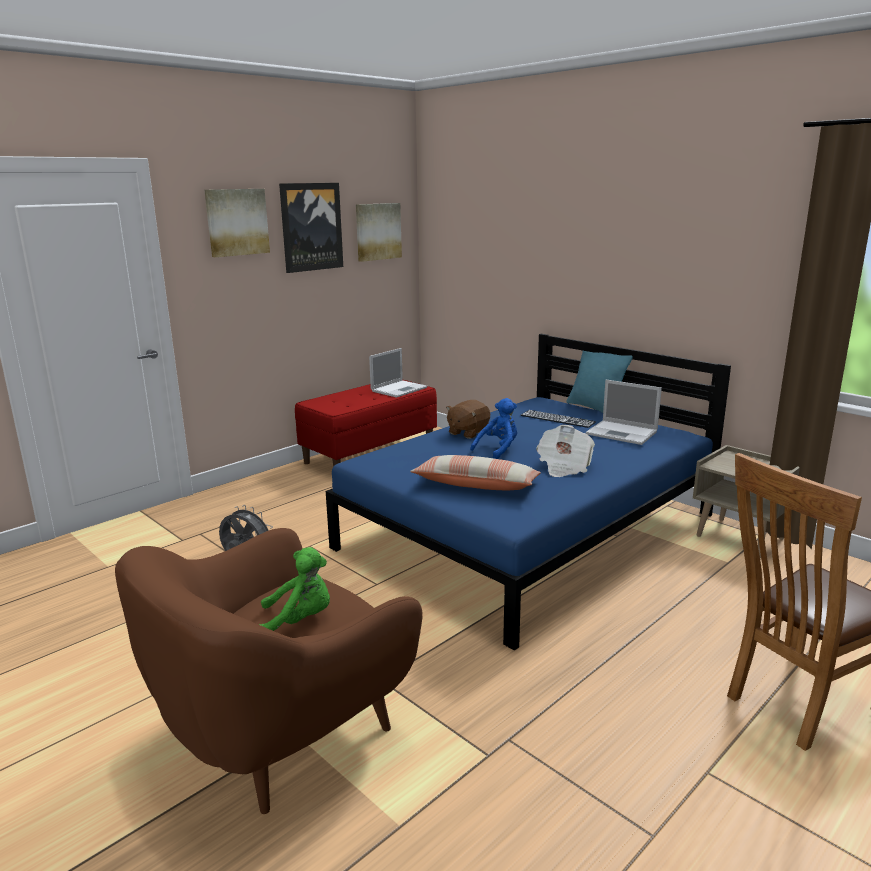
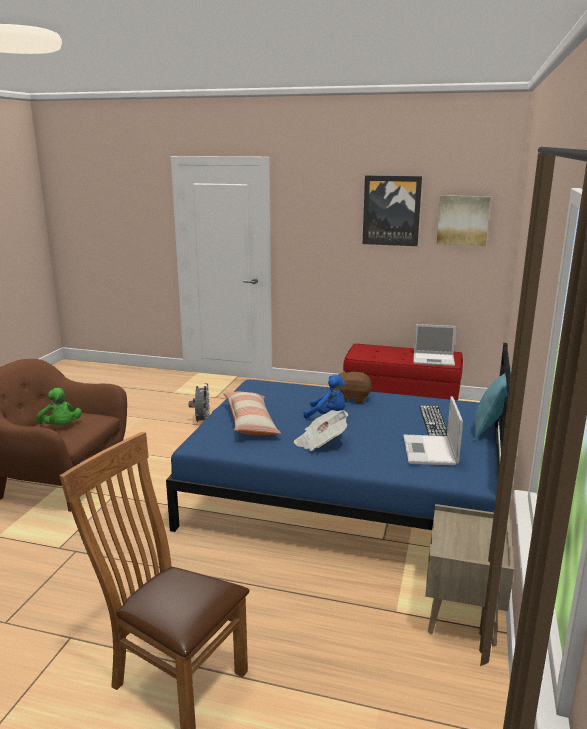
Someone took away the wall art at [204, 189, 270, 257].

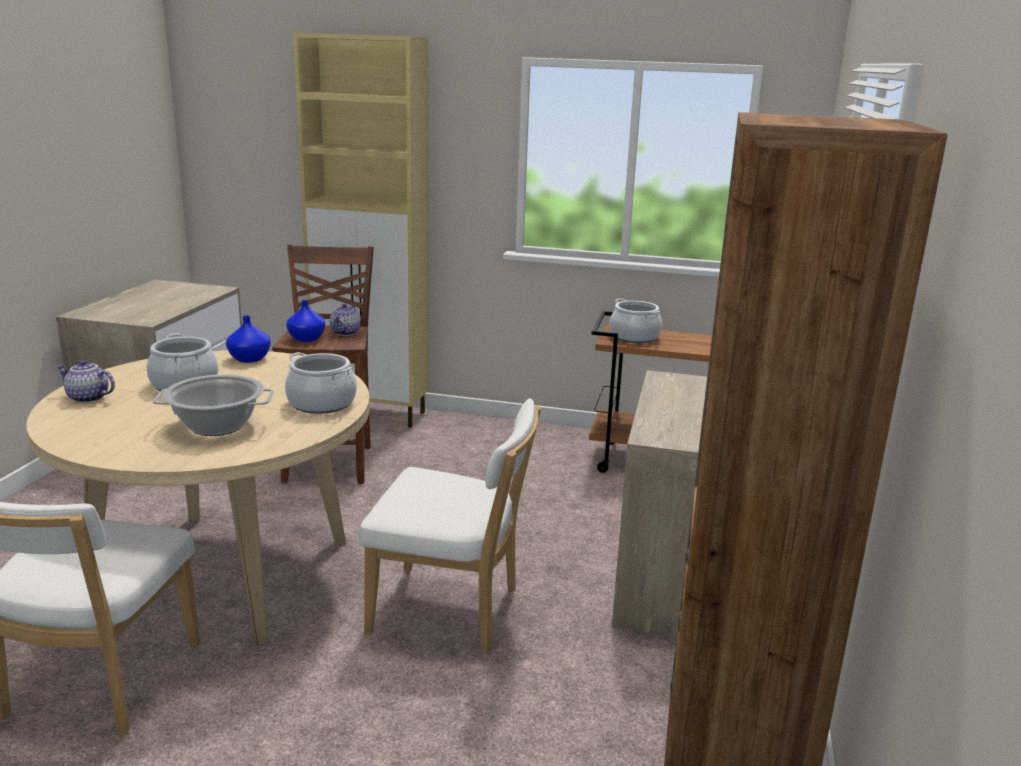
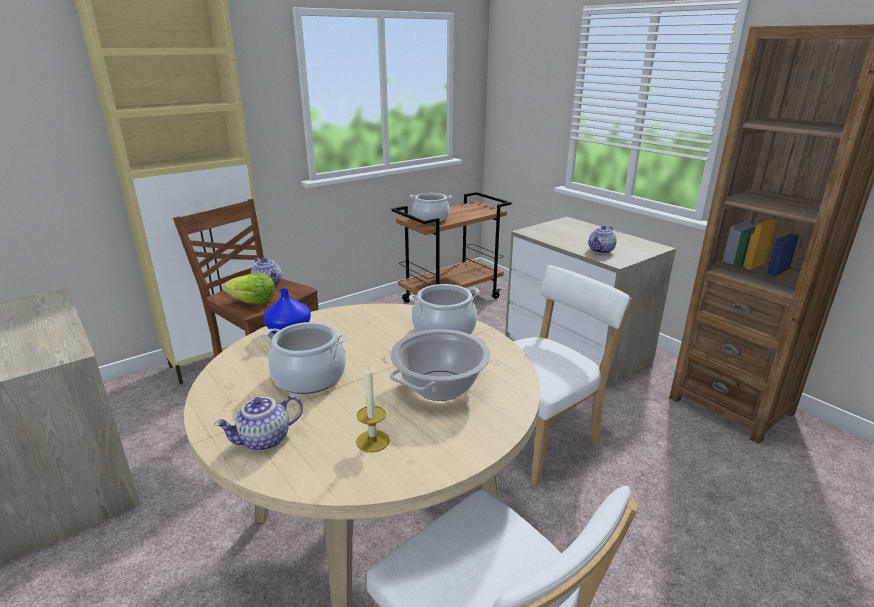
Someone swapped the bluish decorative vase at [286, 300, 325, 342] for the head of lettuce at [222, 273, 275, 305].
Someone put down the wax light at [356, 365, 390, 452].
Someone put down the pot for tea at [589, 225, 617, 254].

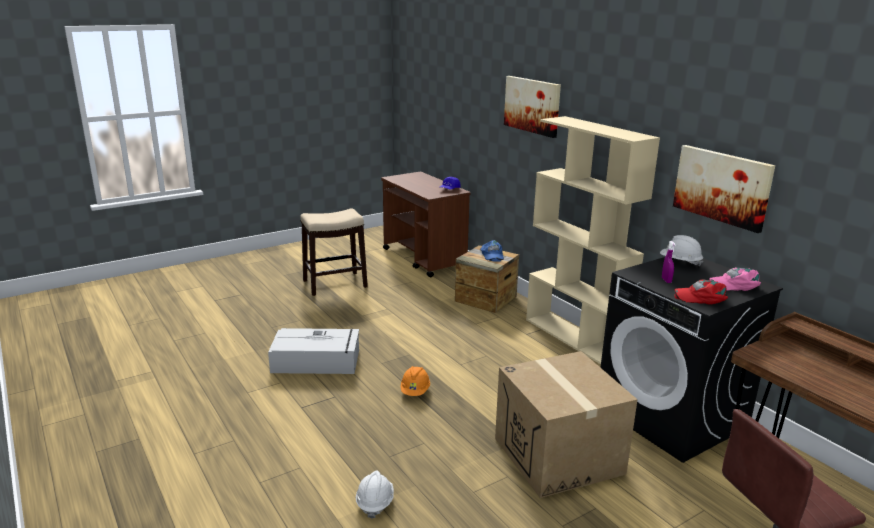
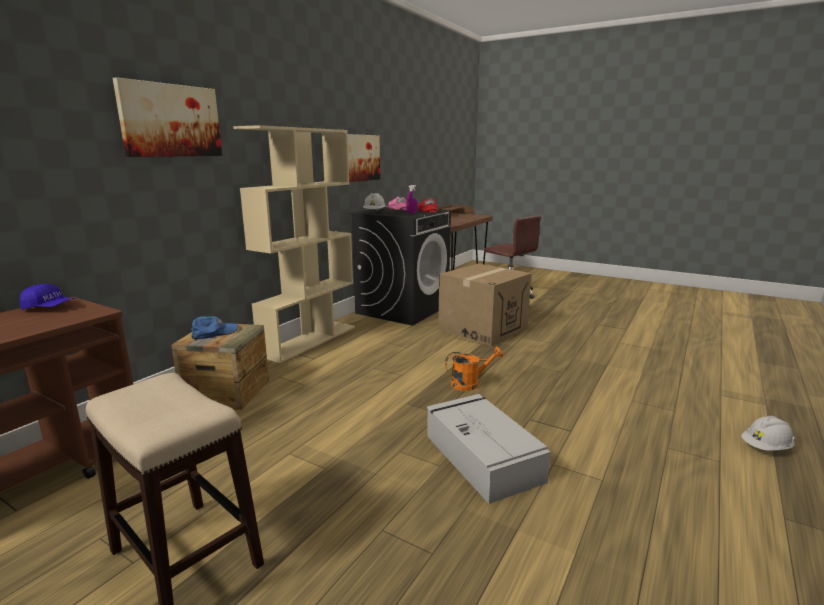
Someone carried the whitish safety helmet from [356, 470, 394, 519] to [741, 416, 795, 451].
Someone swapped the orange-coloured safety helmet at [401, 366, 430, 396] for the orange-coloured watering can at [445, 347, 503, 391].

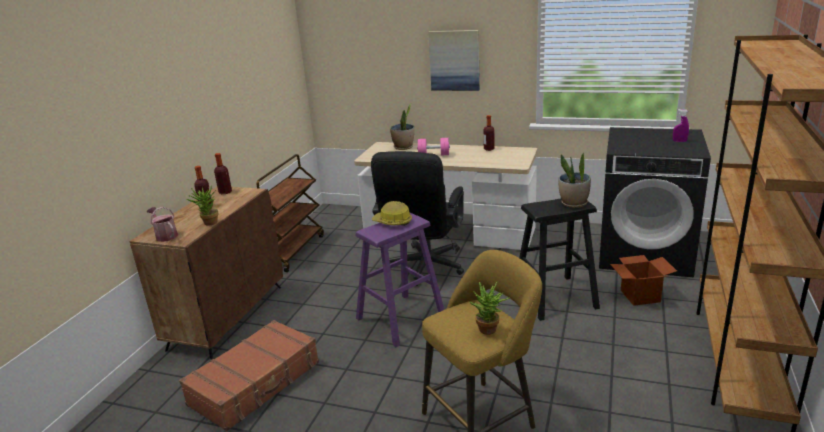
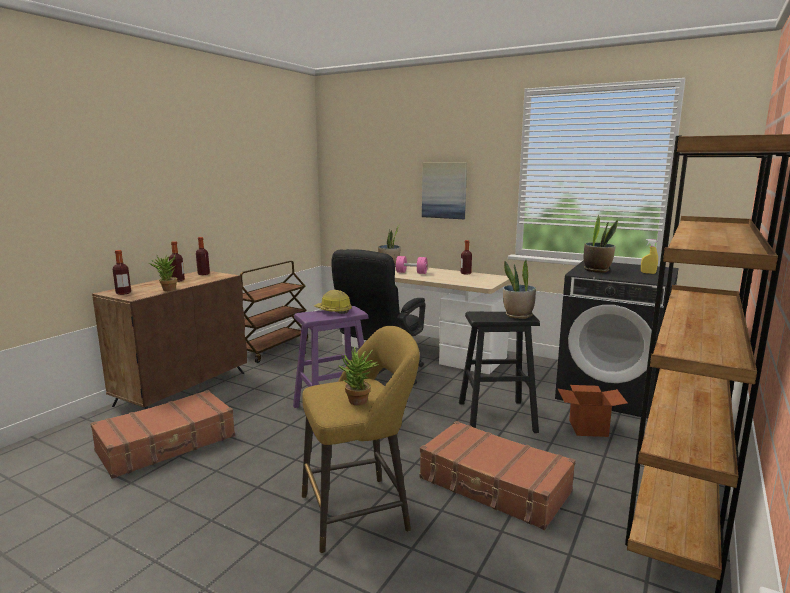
Someone swapped the watering can at [147, 207, 178, 242] for the bottle at [113, 250, 131, 295].
Someone repainted the purple-coloured hand sprayer at [673, 109, 689, 142], which became the yellowish hand sprayer at [641, 239, 658, 274].
Someone put down the brown-coloured piece of luggage at [419, 421, 575, 530].
Someone put down the plant in a pot at [584, 215, 618, 273].

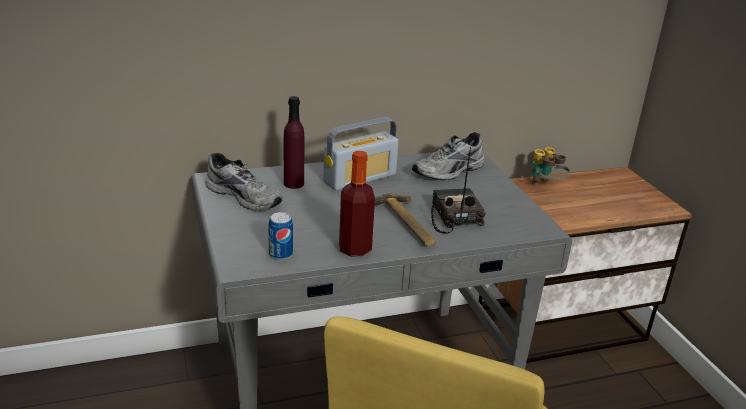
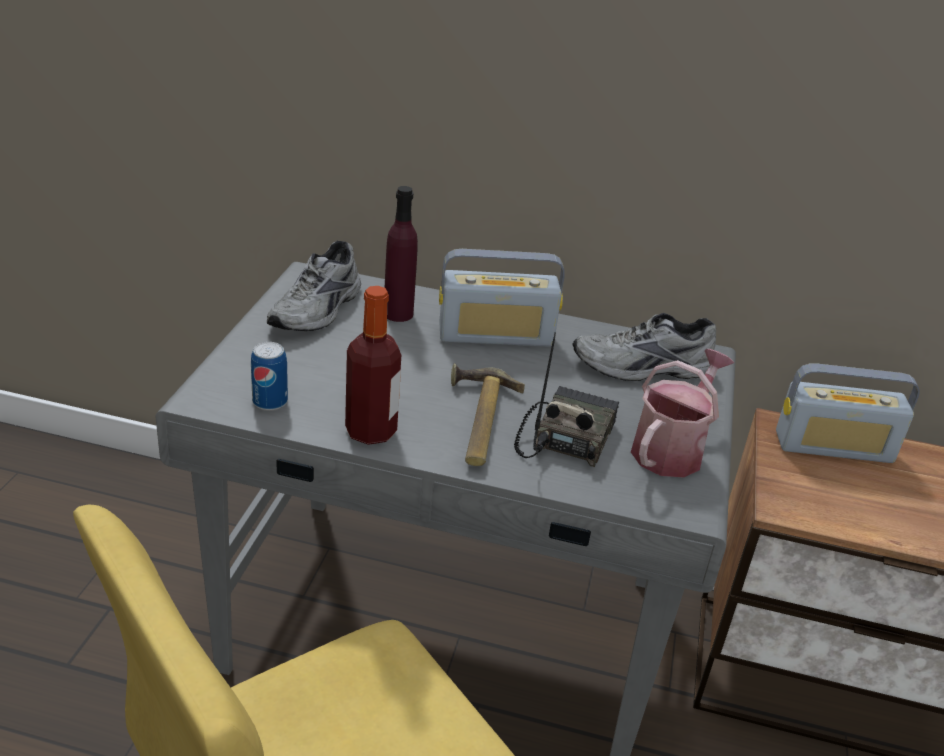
Someone rotated the greyish low shoe at [205, 153, 282, 211] by 45 degrees clockwise.
Someone swapped the field glasses at [532, 147, 570, 185] for the radio at [776, 363, 920, 463].
Someone put down the watering can at [631, 349, 734, 478].

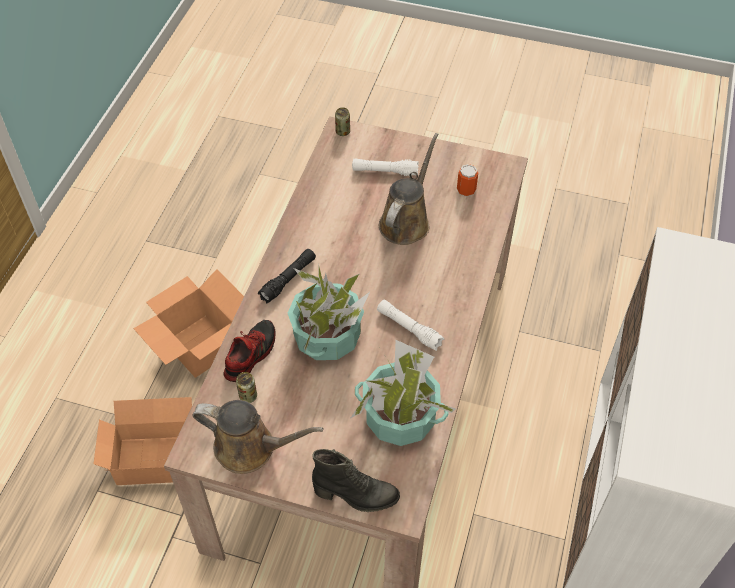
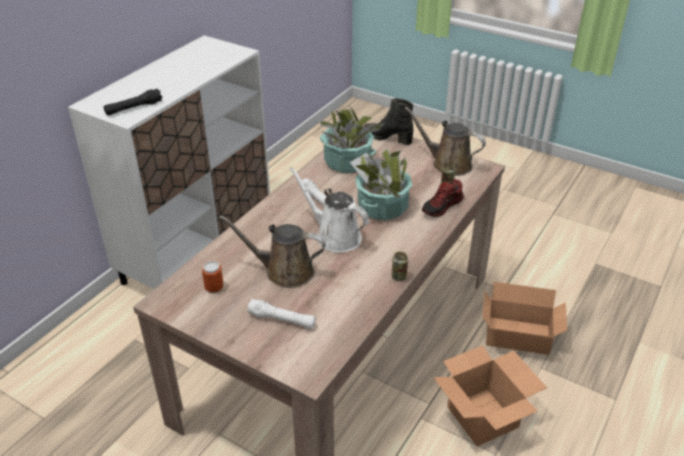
Someone carried the blackish flashlight from [258, 249, 316, 303] to [104, 89, 163, 116].
Someone carried the sealed can from [335, 107, 350, 136] to [392, 252, 408, 281].
Someone rotated the brown-coloured watering can at [379, 133, 439, 245] by 60 degrees clockwise.
Someone put down the whitish watering can at [290, 167, 369, 252].

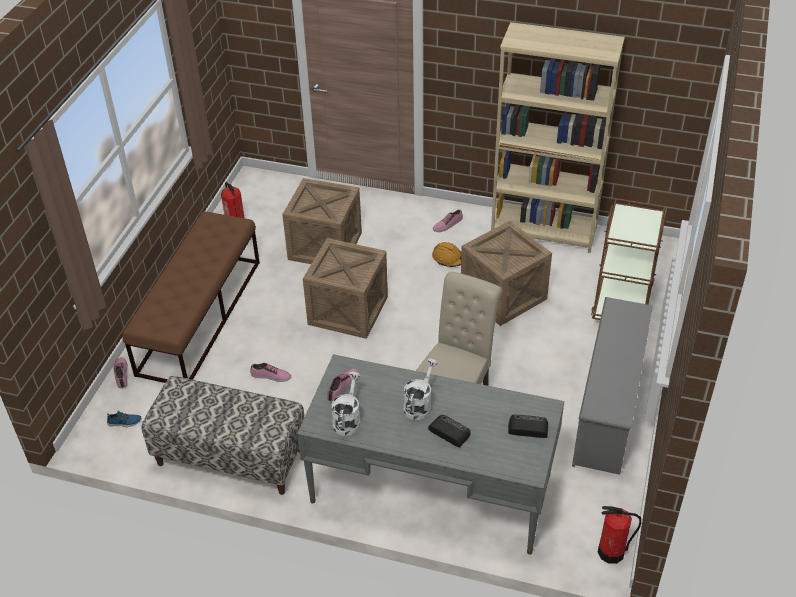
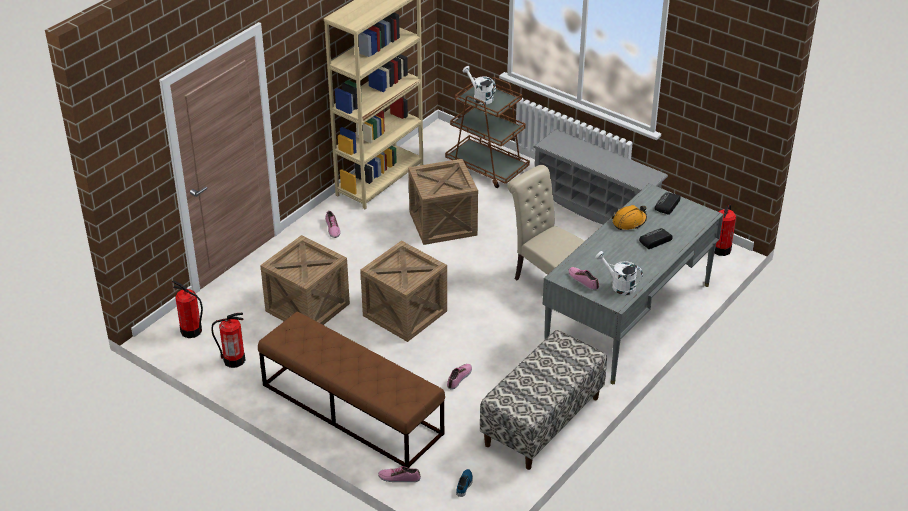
Someone carried the whitish watering can from [404, 358, 438, 420] to [462, 66, 496, 105].
Someone carried the orange-coloured safety helmet from [432, 242, 461, 267] to [612, 205, 647, 230].
Someone put down the fire-fighting cylinder at [172, 281, 203, 338].

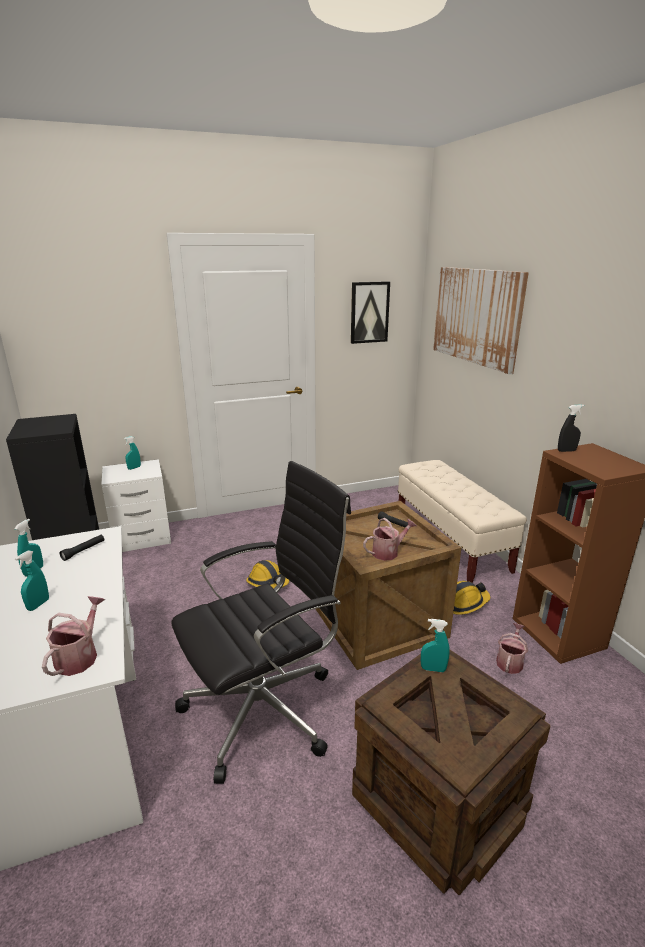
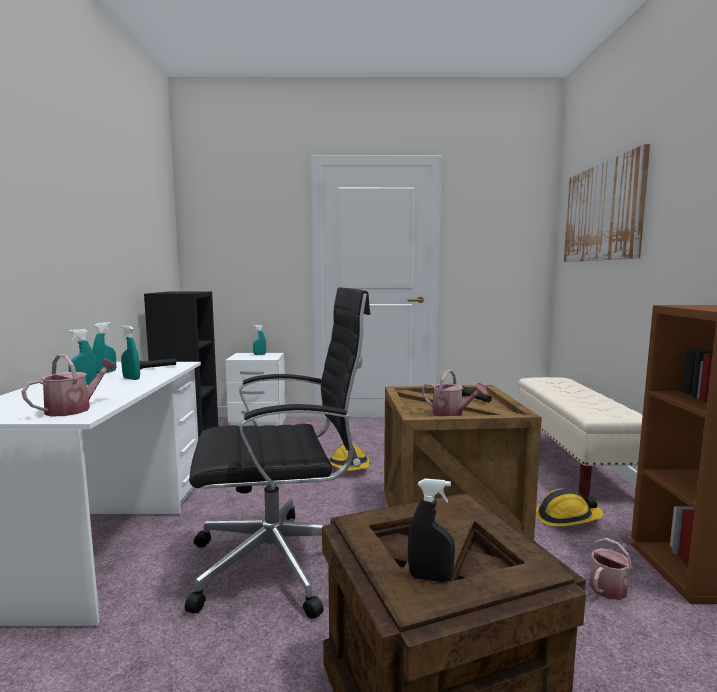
Someone took away the wall art at [351, 281, 390, 344].
Someone rotated the watering can at [363, 518, 417, 561] by 45 degrees clockwise.
Someone carried the turquoise hand sprayer from [421, 619, 450, 672] to [121, 325, 140, 380].
Someone carried the blackish hand sprayer from [558, 404, 584, 452] to [408, 479, 455, 582].

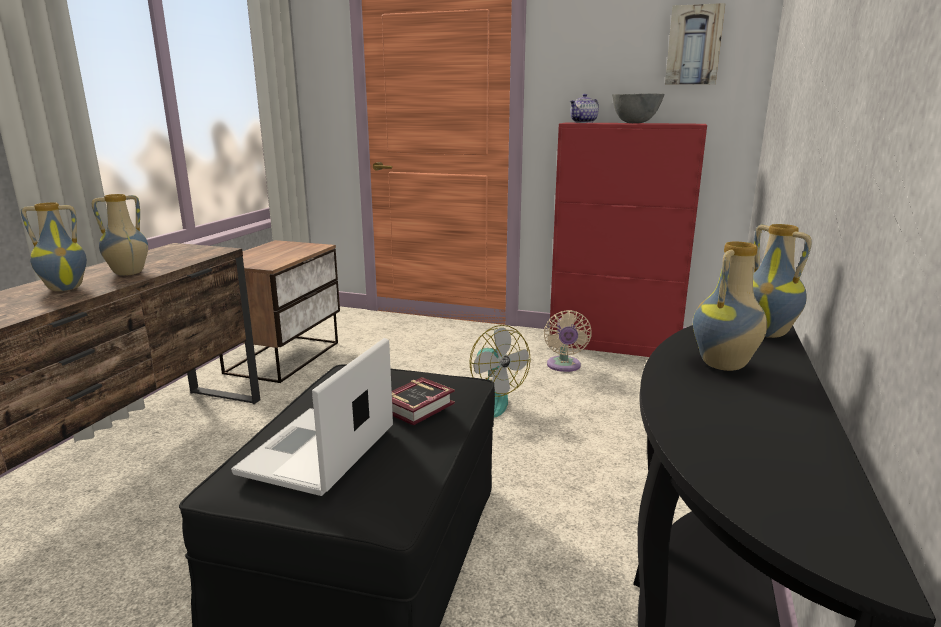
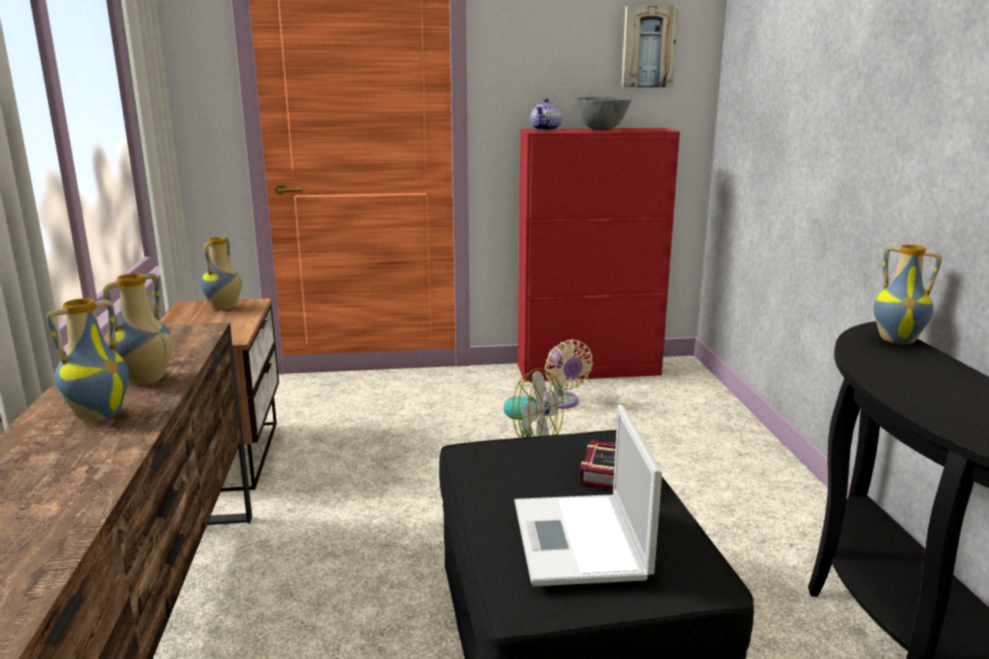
Someone carried the decorative vase from [693, 242, 767, 371] to [201, 237, 242, 310].

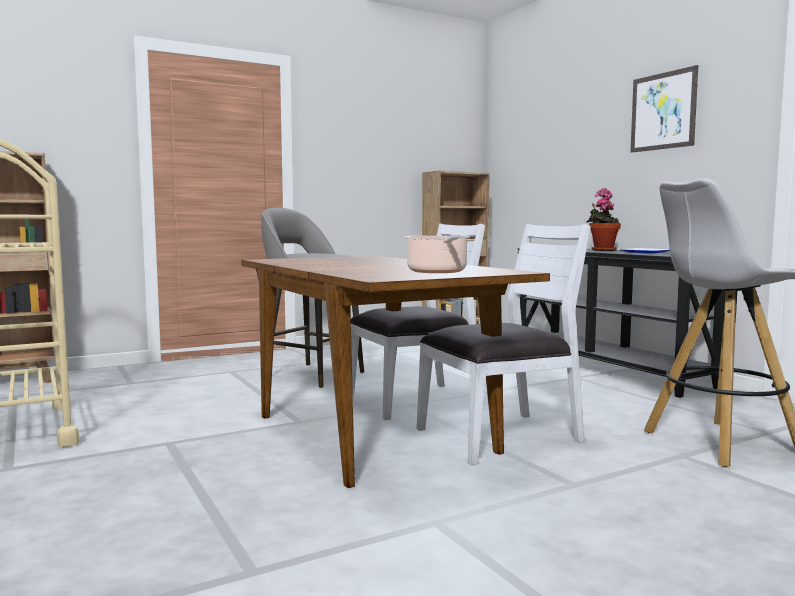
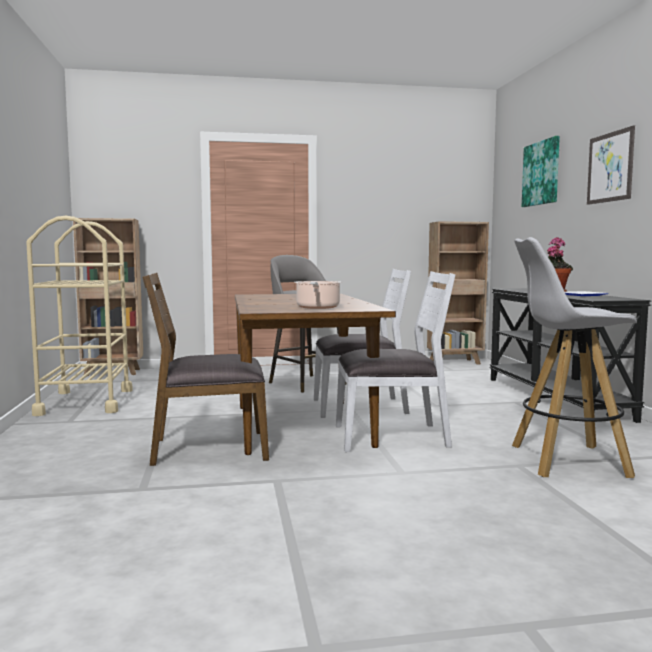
Someone put down the brown-coloured plain chair at [142, 273, 269, 466].
Someone put up the wall art at [522, 136, 560, 207].

